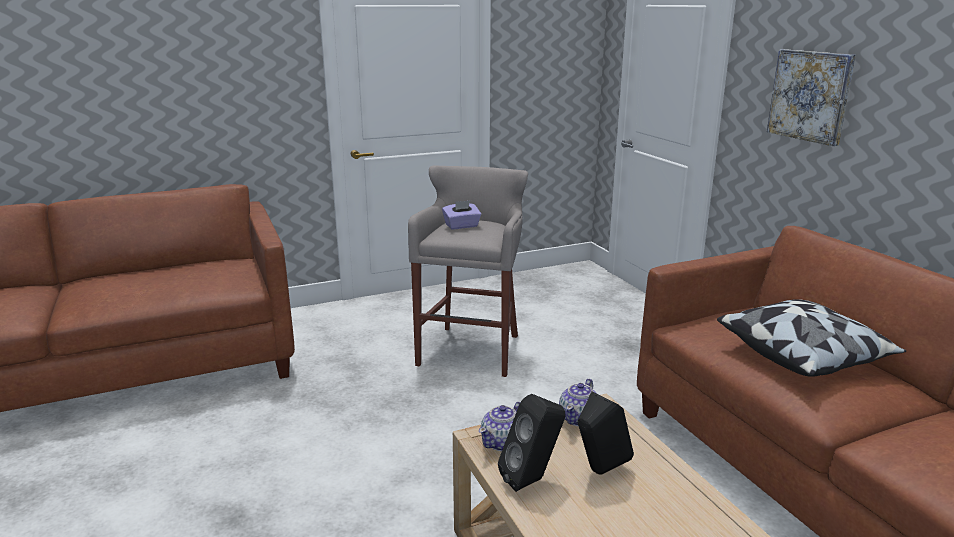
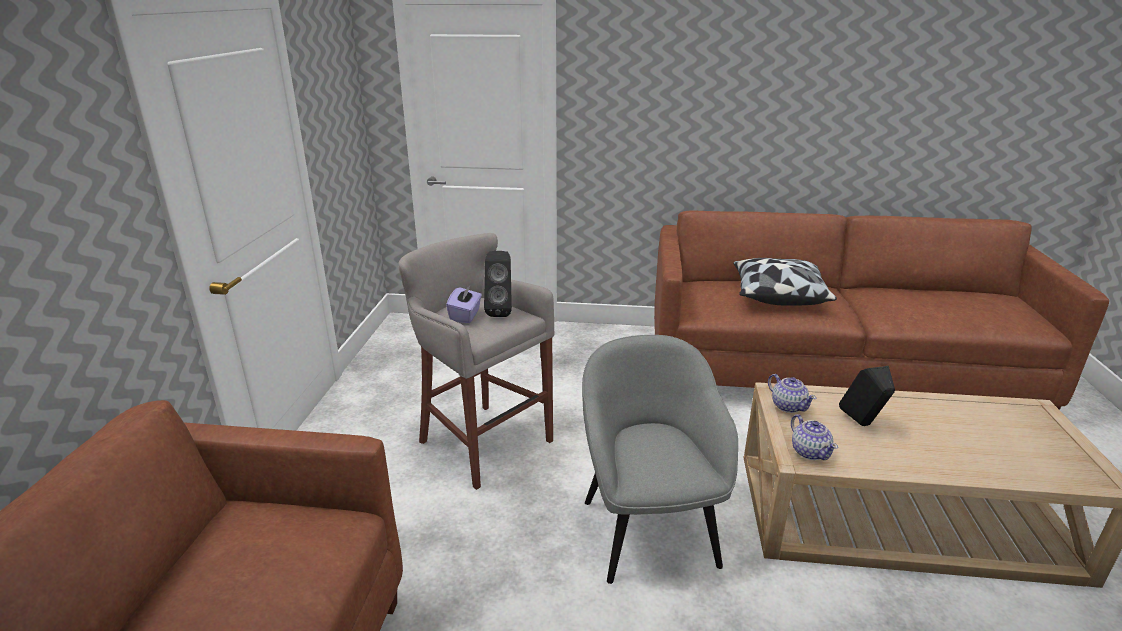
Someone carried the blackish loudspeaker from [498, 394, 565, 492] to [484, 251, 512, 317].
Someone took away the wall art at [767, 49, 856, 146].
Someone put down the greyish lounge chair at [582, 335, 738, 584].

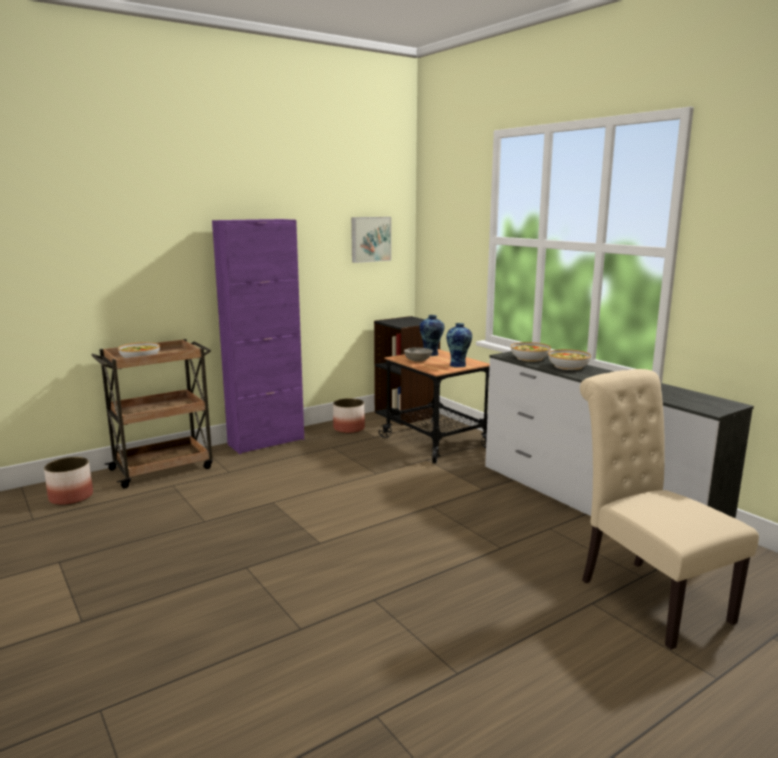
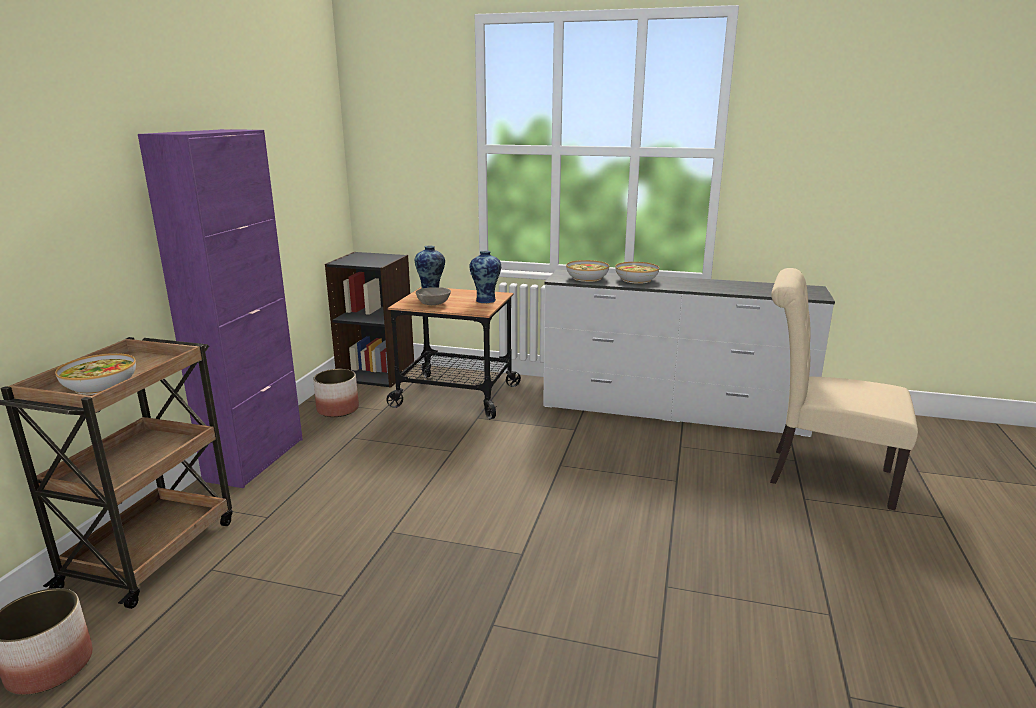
Someone took away the wall art at [351, 217, 391, 263].

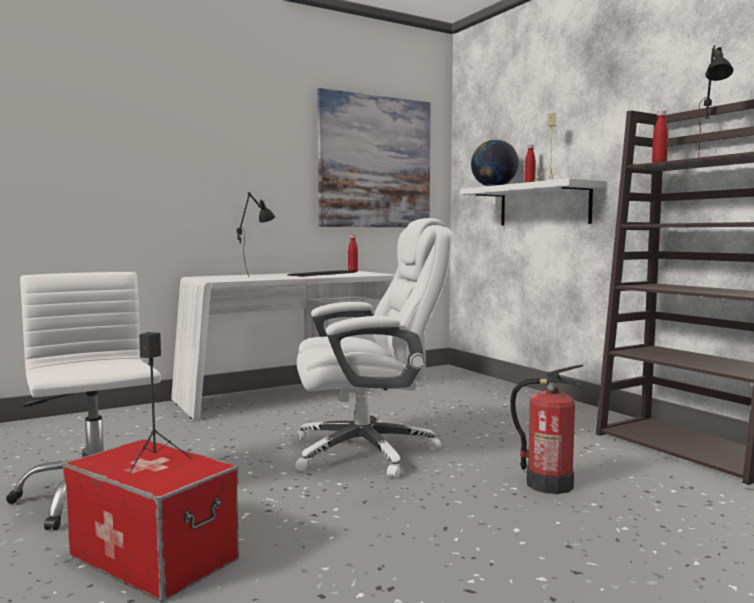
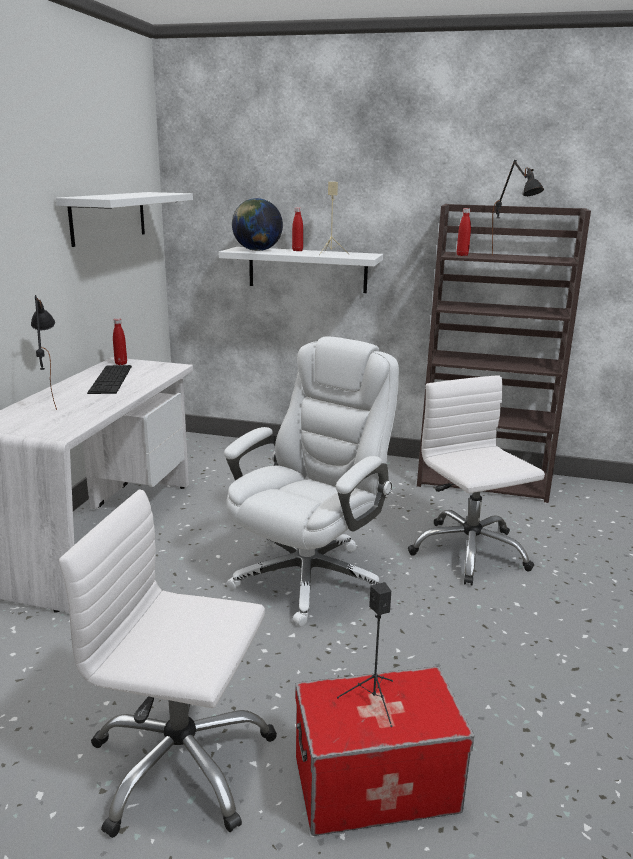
Someone swapped the wall art at [317, 88, 431, 227] for the whitish bracket shelf at [56, 192, 193, 247].
Someone swapped the fire-fighting cylinder at [510, 365, 583, 494] for the whitish computer chair at [408, 375, 545, 585].

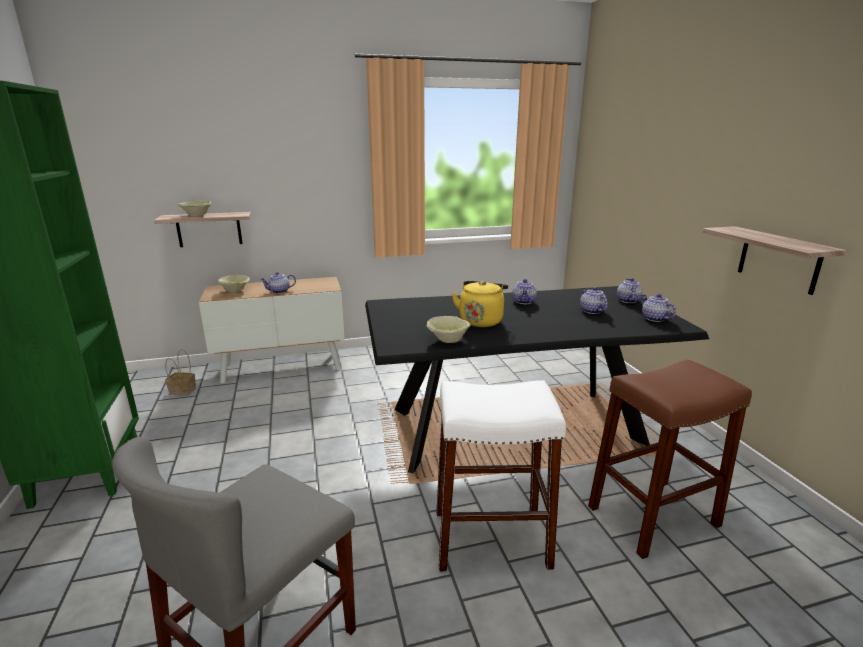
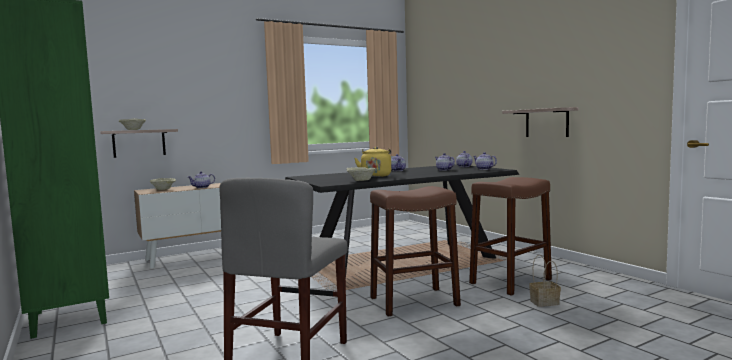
Someone carried the household basket from [165, 349, 196, 395] to [529, 255, 561, 307].
Someone repainted the whitish sitting stool at [436, 380, 566, 572], which became the brown-coloured sitting stool at [370, 186, 461, 316].

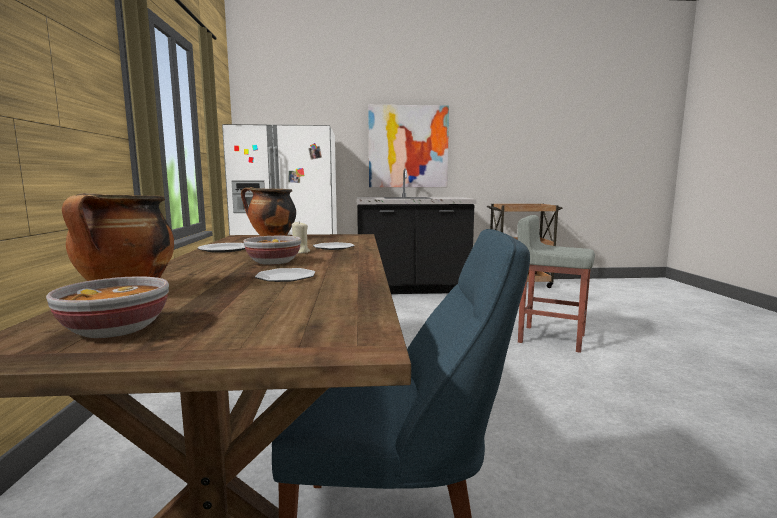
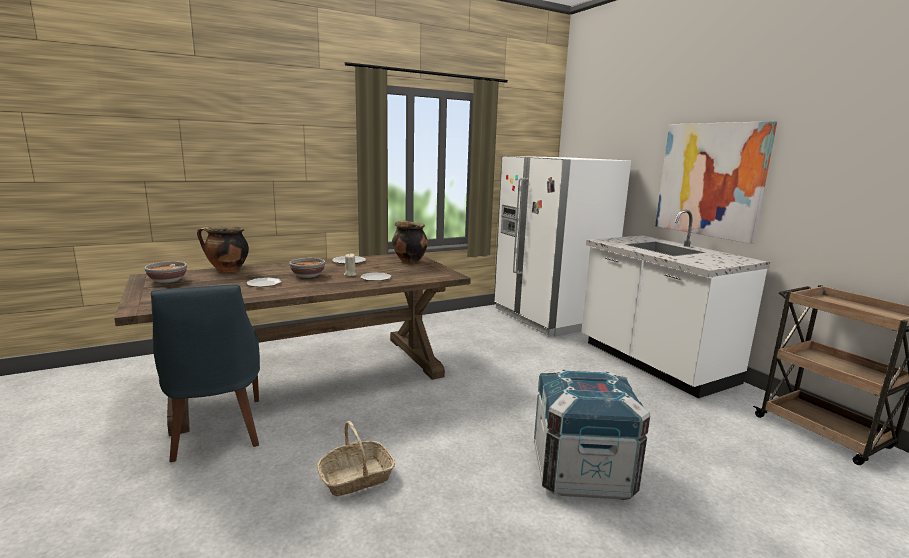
Someone repainted the blackish counter at [357, 169, 477, 294], which became the whitish counter at [581, 210, 770, 398].
Someone swapped the greyish sitting stool at [517, 215, 595, 353] for the shipping crate at [534, 369, 650, 500].
Someone put down the household basket at [317, 421, 395, 496].

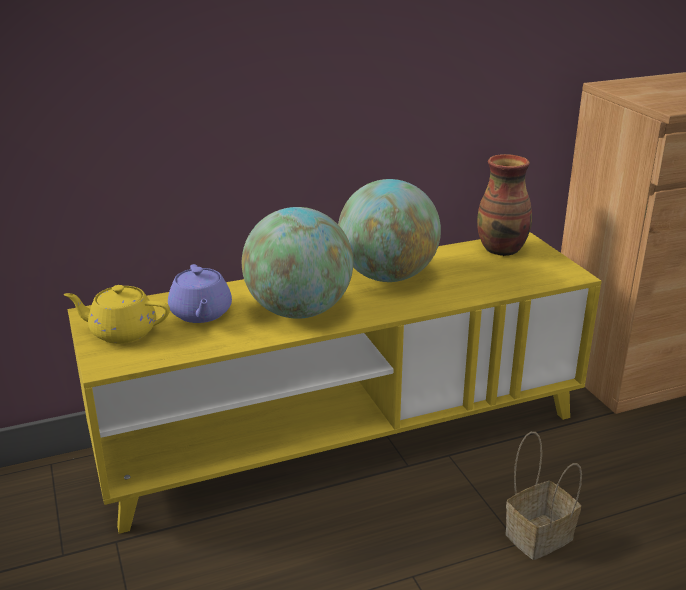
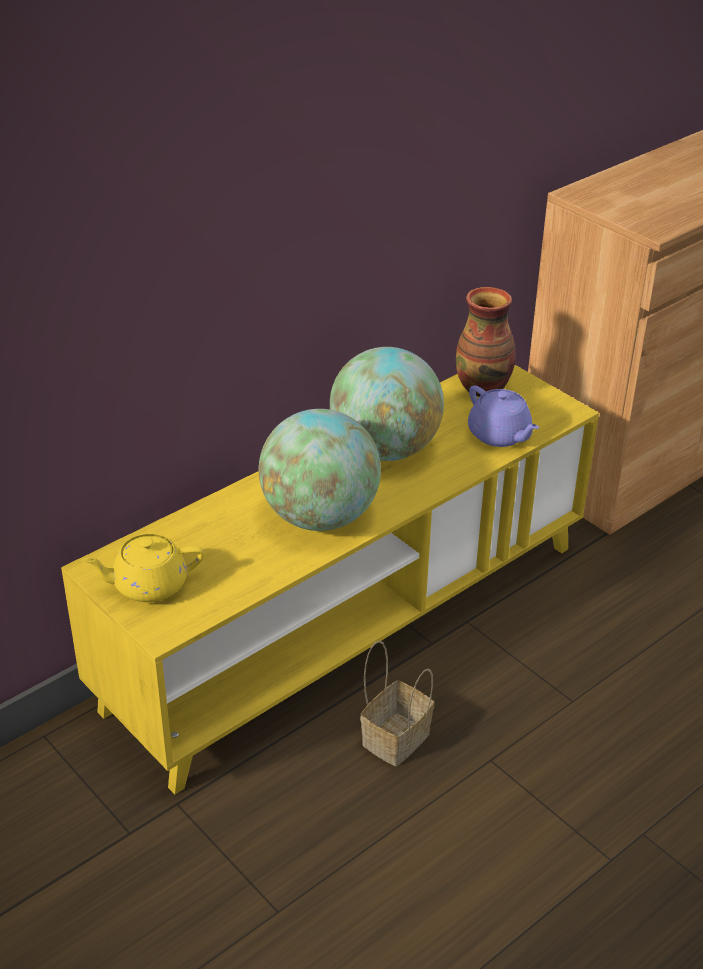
Someone carried the purple-coloured pot for tea from [168, 264, 232, 323] to [468, 386, 539, 447].
Someone carried the household basket from [505, 432, 582, 560] to [360, 640, 434, 766].

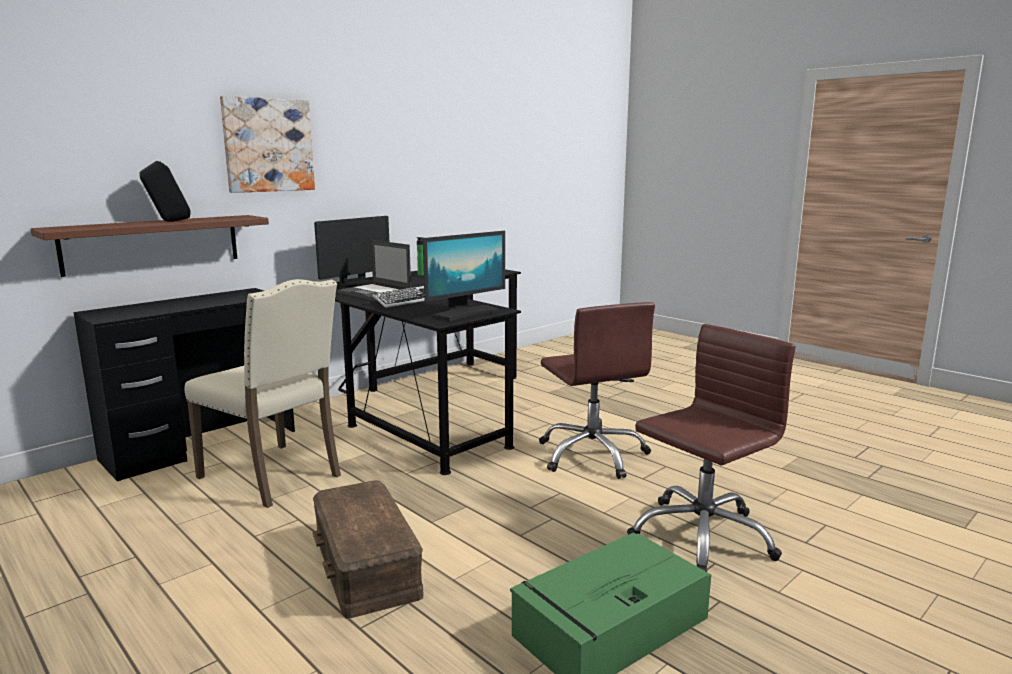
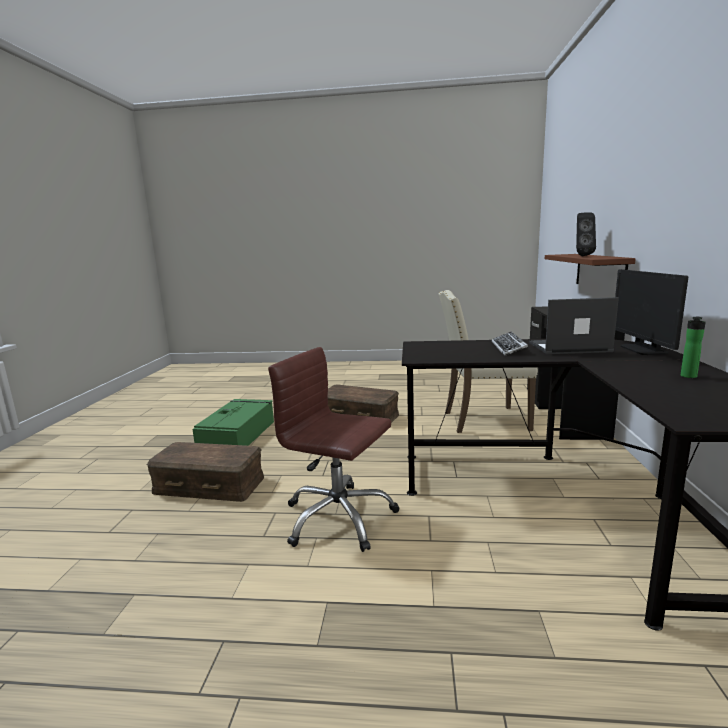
Someone took away the wall art at [220, 96, 315, 193].
Someone took away the computer screen at [423, 231, 505, 321].
Someone swapped the brown-coloured computer chair at [627, 324, 796, 572] for the brown-coloured storage box at [147, 442, 264, 502].

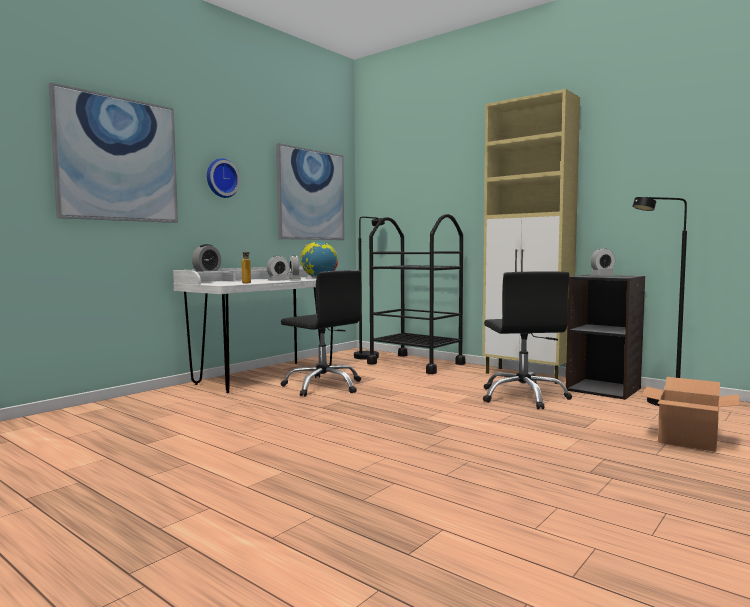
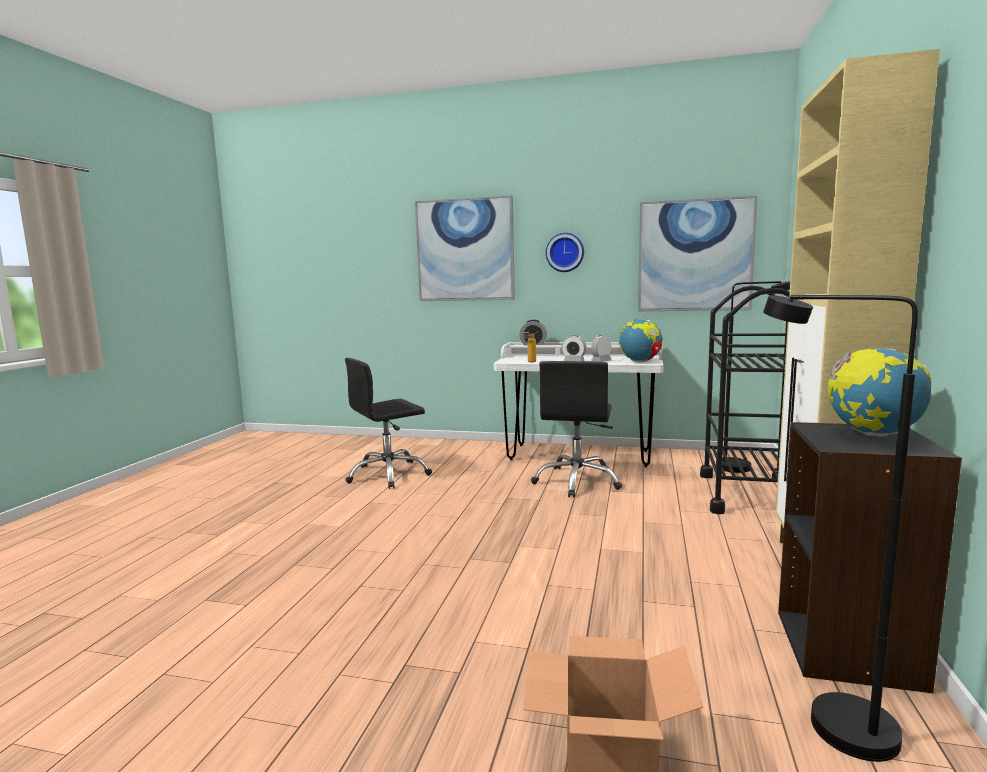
Someone carried the blackish computer chair from [483, 271, 572, 409] to [345, 358, 432, 489].
Someone swapped the bedside clock at [591, 248, 615, 275] for the world globe at [827, 348, 931, 436].

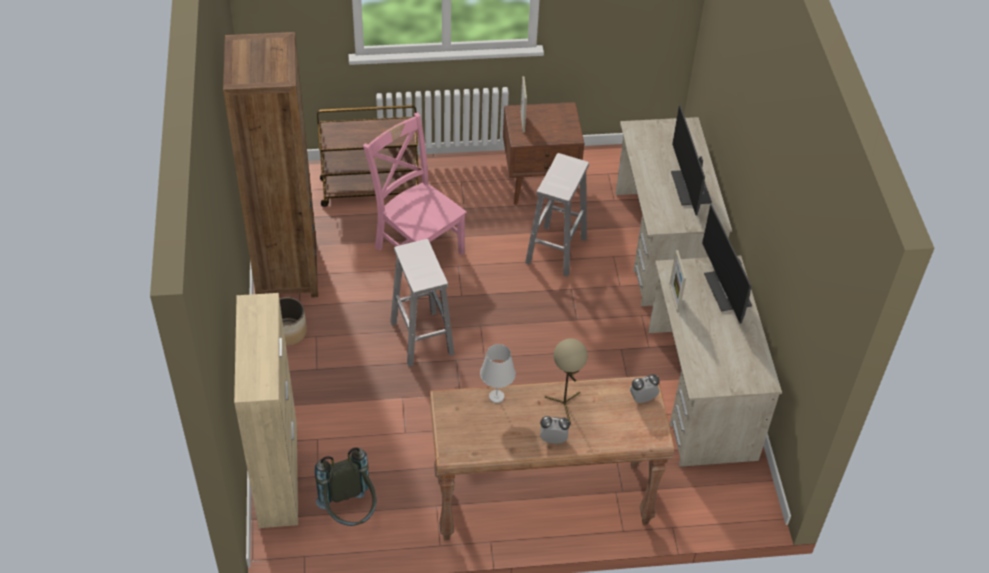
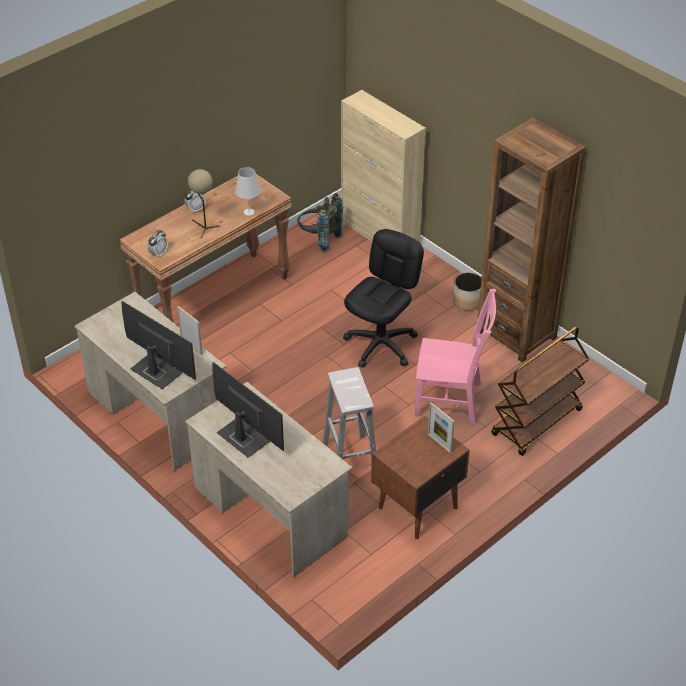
Someone swapped the whitish sitting stool at [390, 239, 455, 367] for the blackish computer chair at [343, 229, 424, 368].

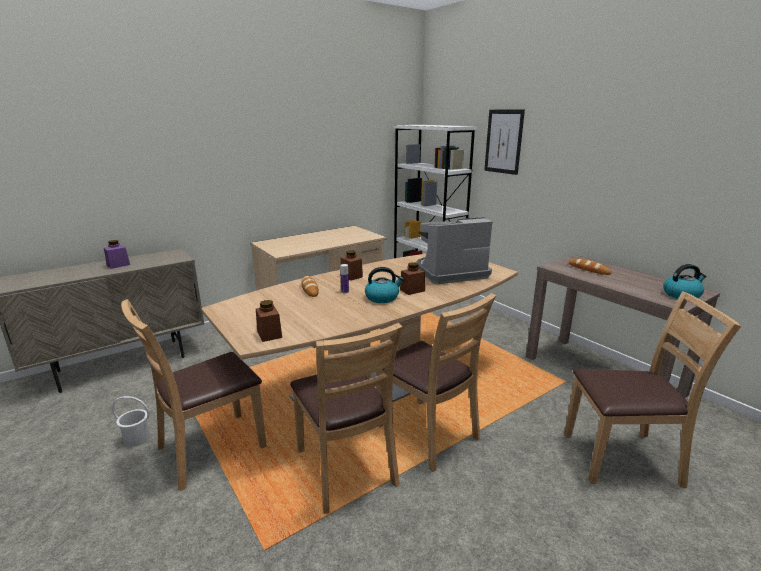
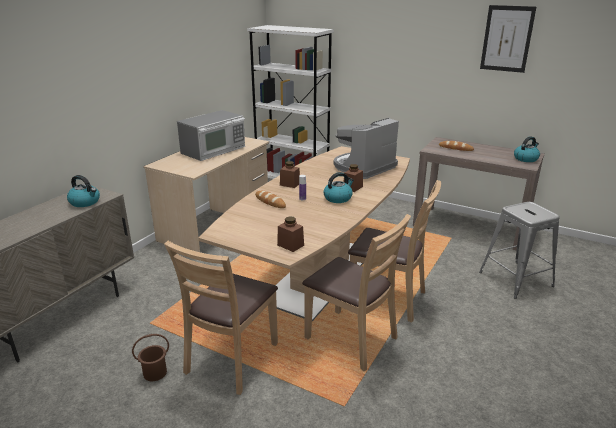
Someone took away the purple-coloured preserve jar at [104, 240, 130, 269].
Someone repainted the whitish bucket at [112, 396, 150, 447], which became the brown-coloured bucket at [132, 334, 169, 381].
Someone carried the wall art from [484, 109, 525, 175] to [480, 5, 536, 73].
Someone swapped the brown-coloured plain chair at [564, 291, 741, 488] for the greyish sitting stool at [479, 202, 560, 299].
Someone put down the tea kettle at [67, 175, 100, 207].
Someone put down the microwave oven at [177, 110, 245, 161].

